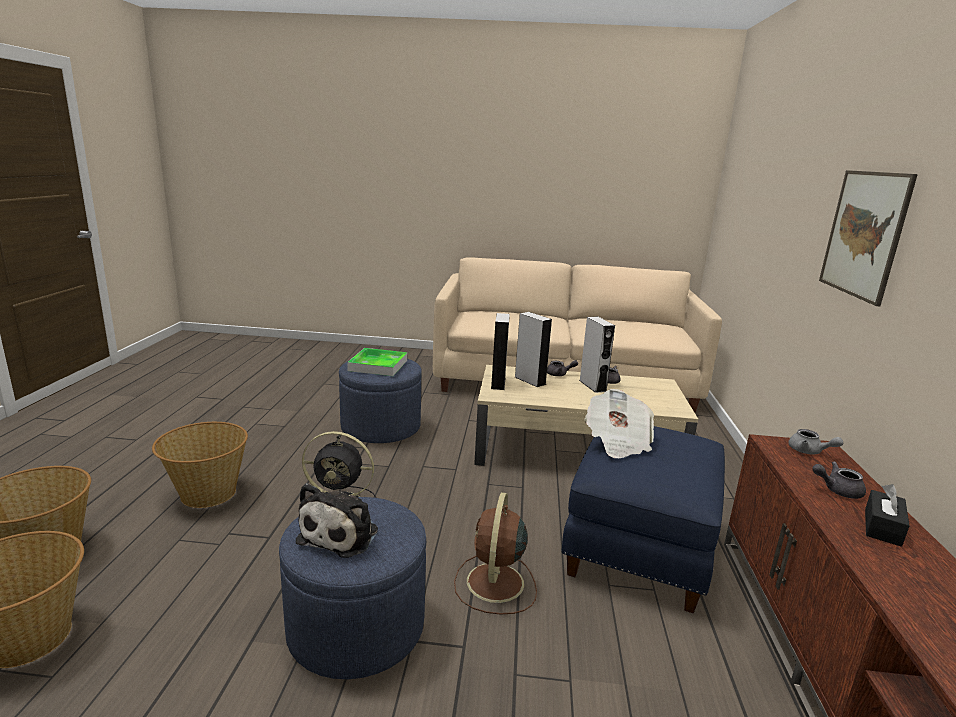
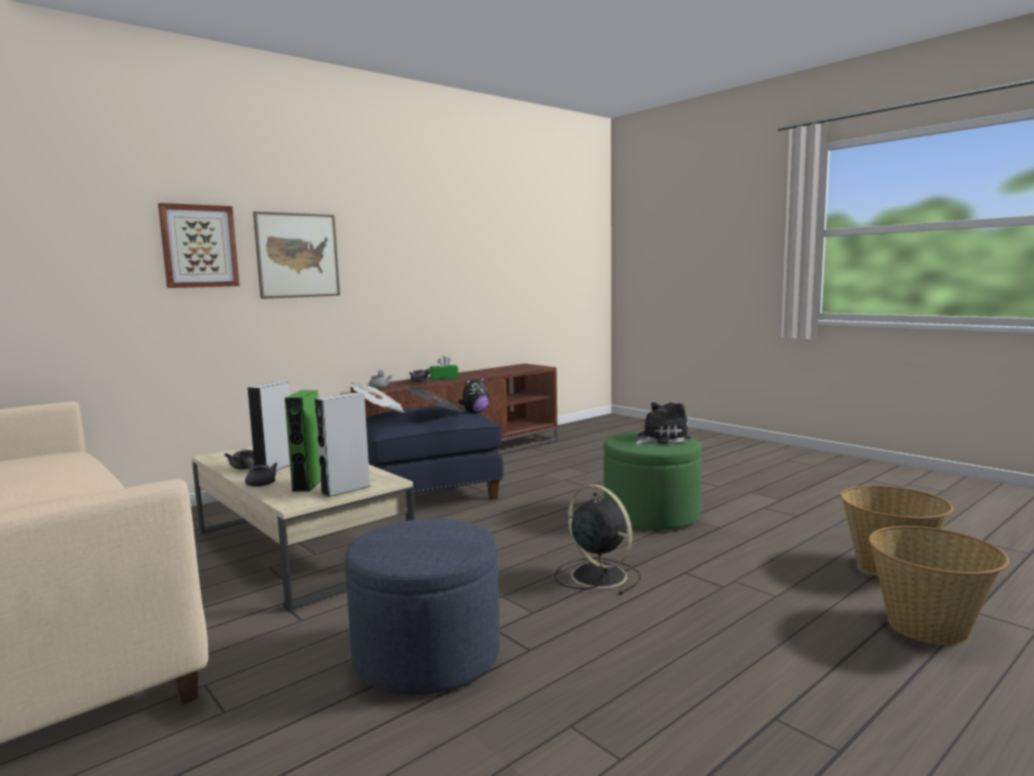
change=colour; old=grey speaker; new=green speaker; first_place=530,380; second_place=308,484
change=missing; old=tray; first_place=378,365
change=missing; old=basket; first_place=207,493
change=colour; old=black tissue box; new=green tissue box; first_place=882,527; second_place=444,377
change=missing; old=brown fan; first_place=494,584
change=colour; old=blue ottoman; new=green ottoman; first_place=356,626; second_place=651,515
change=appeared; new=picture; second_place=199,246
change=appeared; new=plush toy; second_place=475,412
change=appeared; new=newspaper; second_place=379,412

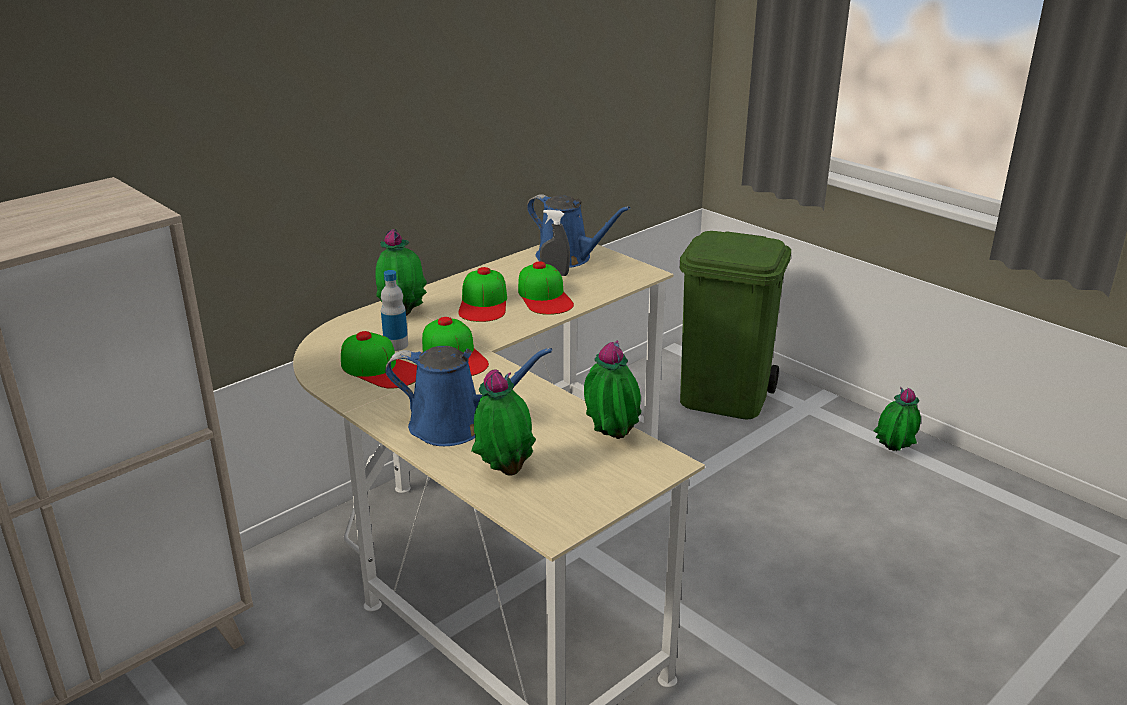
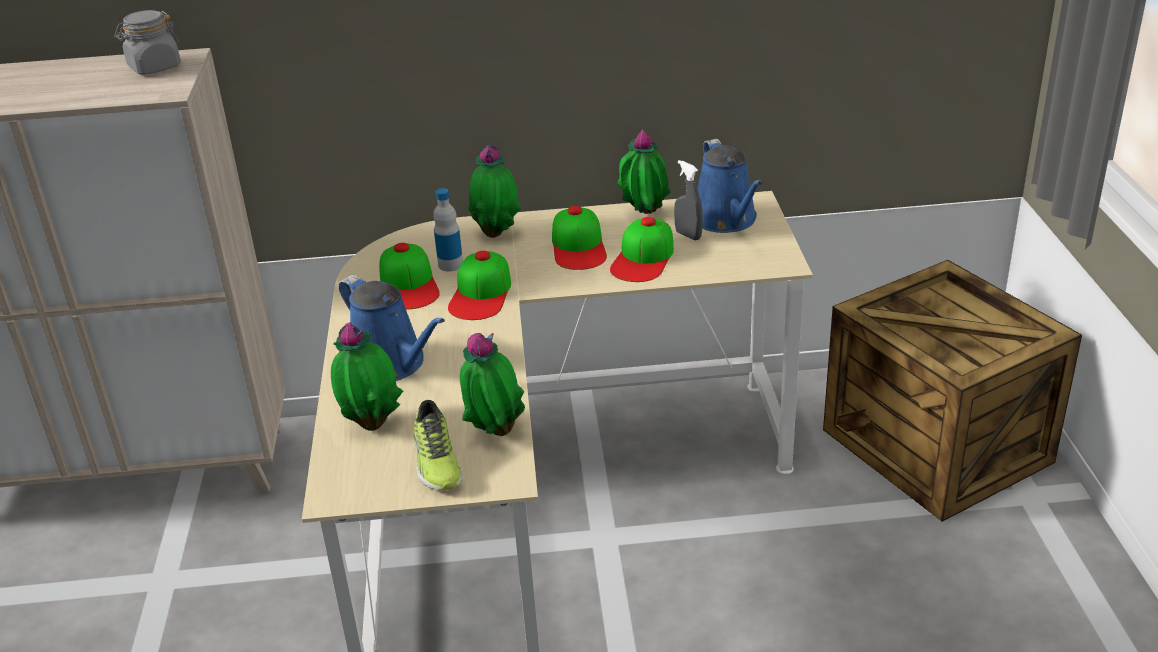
change=exchanged; old=green trash can; new=crate; first_place=725,398; second_place=939,445
change=spun; old=cap; first_place=484,303; second_place=578,246; degrees=-45
change=relocated; old=potted plant; first_place=893,452; second_place=643,215
change=appeared; new=grey jar; second_place=154,67
change=appeared; new=shoe; second_place=436,461

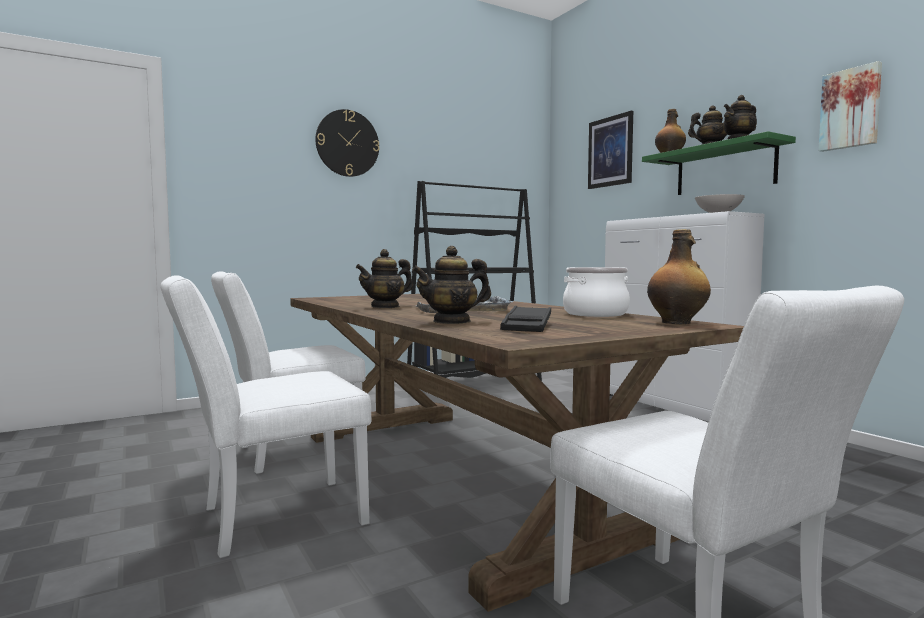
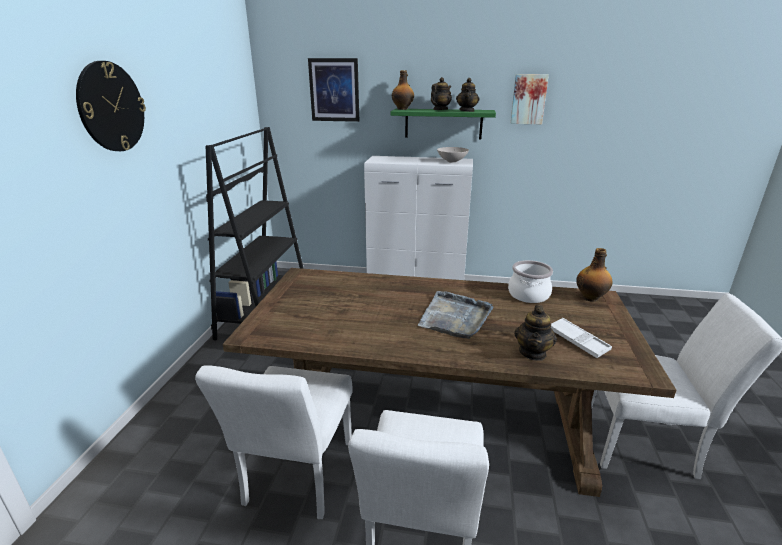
change=missing; old=teapot; first_place=385,307
change=colour; old=black tray; new=white tray; first_place=527,326; second_place=577,341

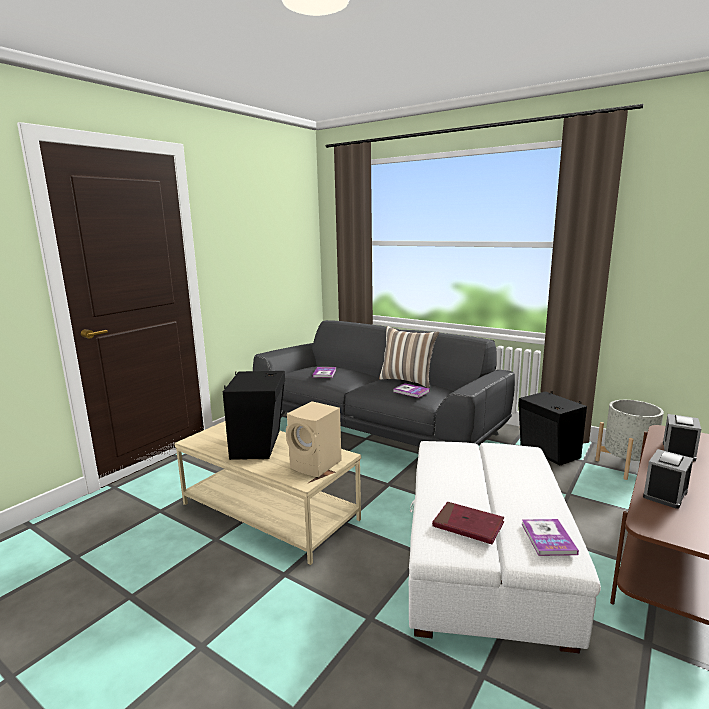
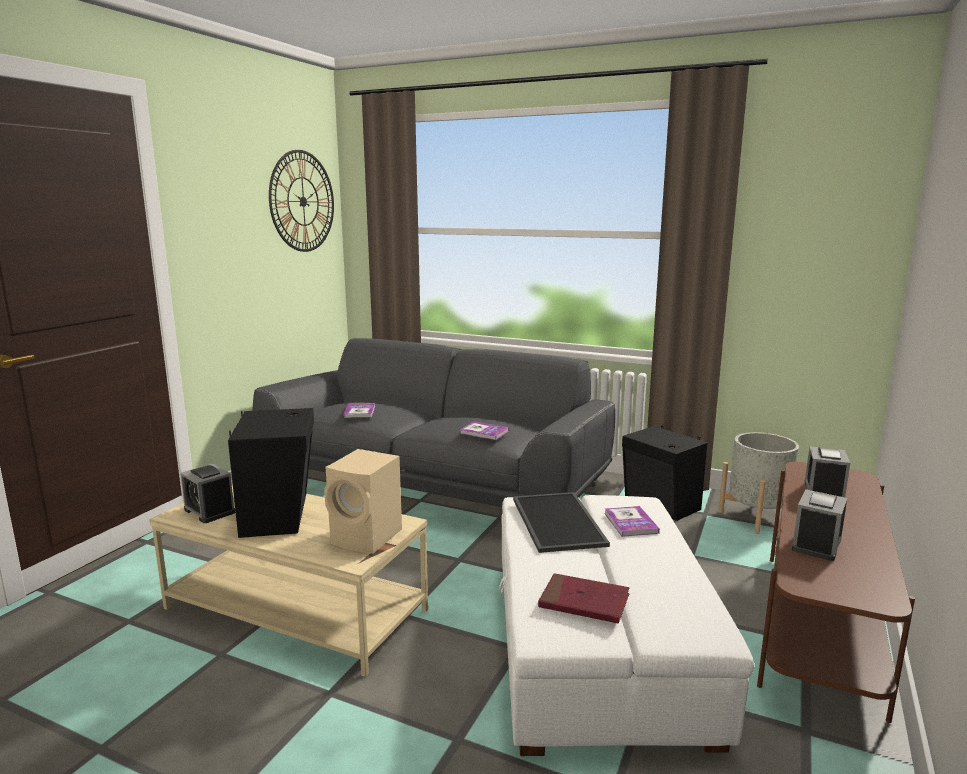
change=missing; old=pillow; first_place=407,380
change=relocated; old=book; first_place=548,538; second_place=630,523
change=appeared; new=wall clock; second_place=303,201
change=appeared; new=alarm clock; second_place=209,511
change=appeared; new=tray; second_place=555,521

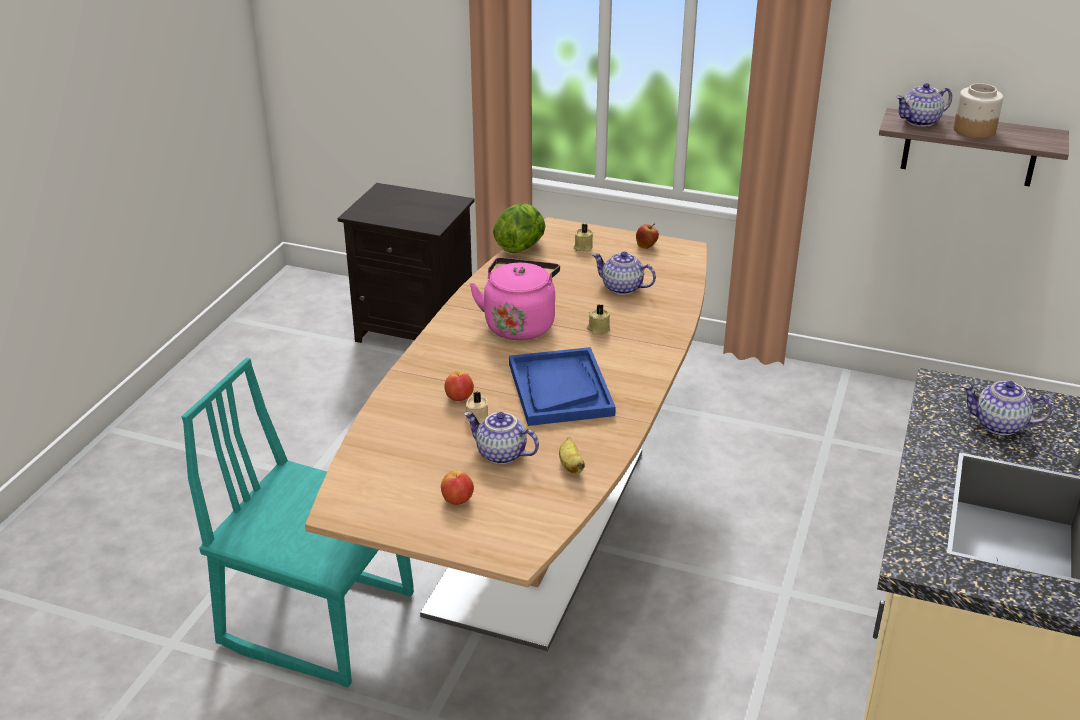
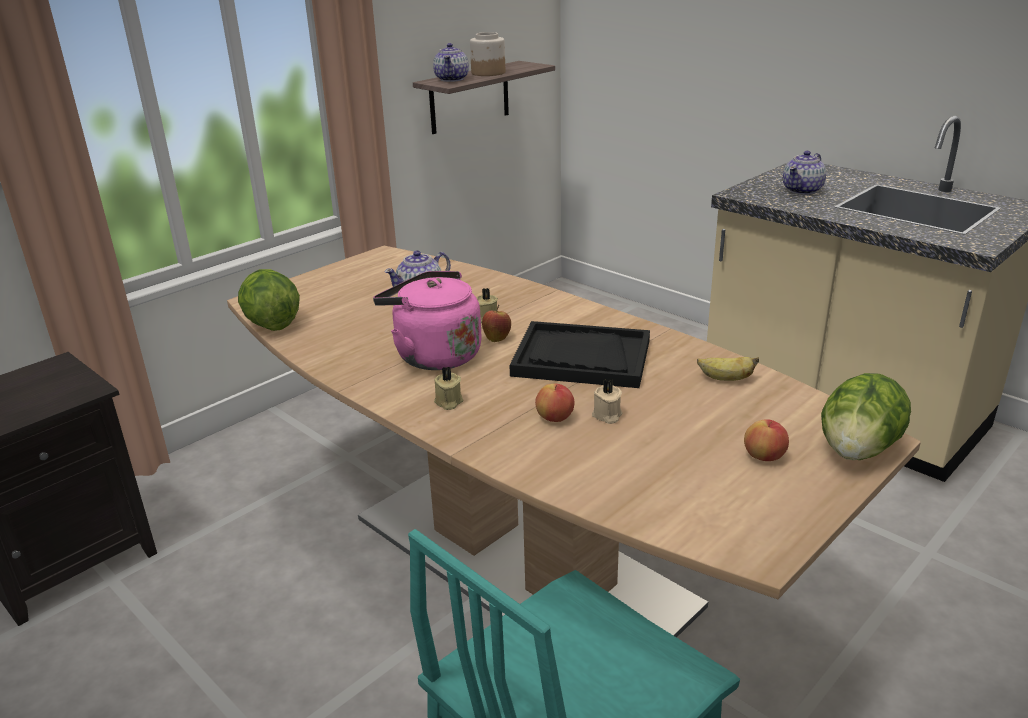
change=relocated; old=beige candle; first_place=582,247; second_place=448,402
change=relocated; old=apple; first_place=646,246; second_place=497,338
change=colour; old=blue tray; new=black tray; first_place=560,389; second_place=581,358
change=missing; old=teapot; first_place=500,454
change=appeared; new=lettuce; second_place=858,450

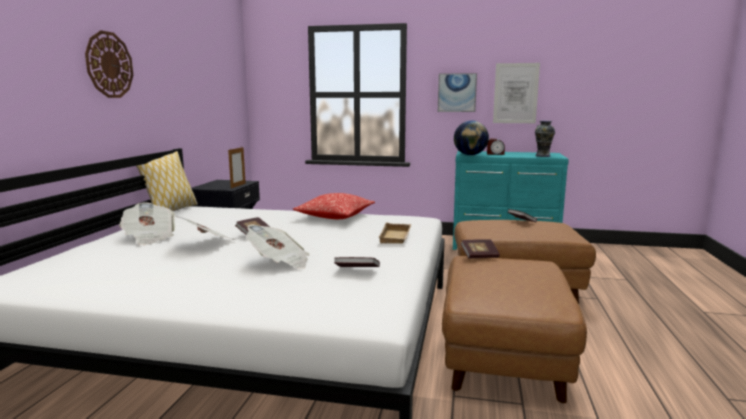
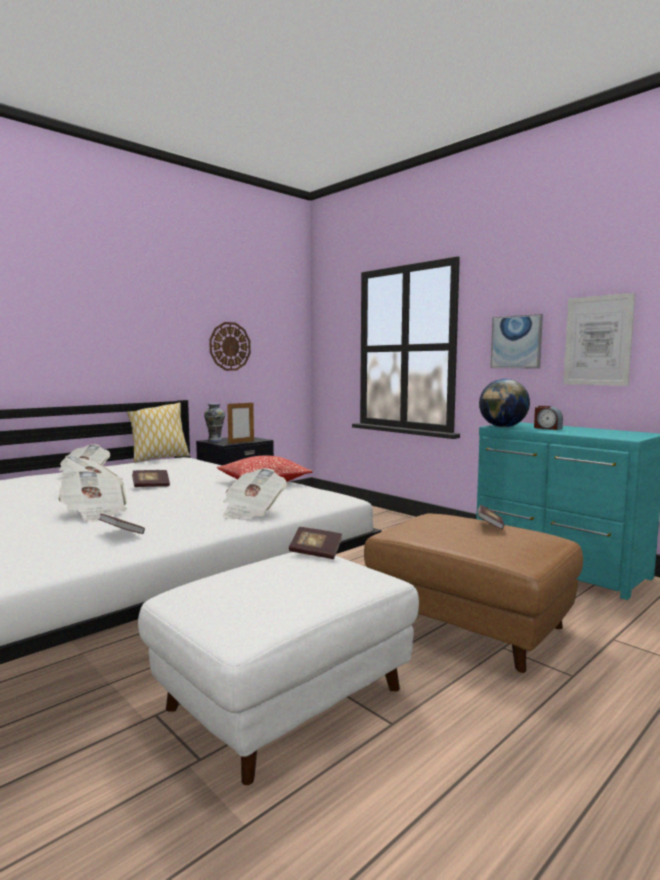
change=relocated; old=wall clock; first_place=109,65; second_place=230,346
change=relocated; old=vase; first_place=542,156; second_place=215,440
change=exchanged; old=beige tray; new=newspaper; first_place=396,237; second_place=252,511
change=colour; old=brown ottoman; new=white ottoman; first_place=502,357; second_place=285,697

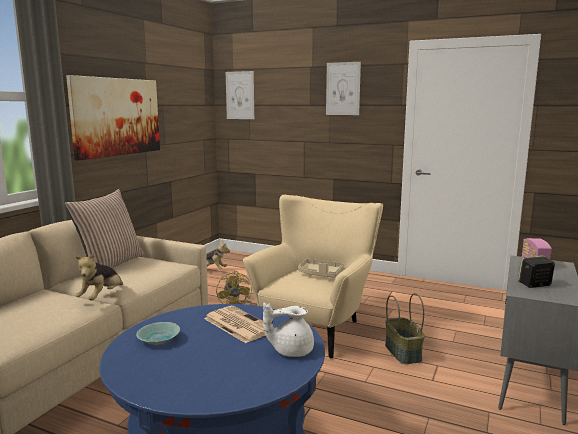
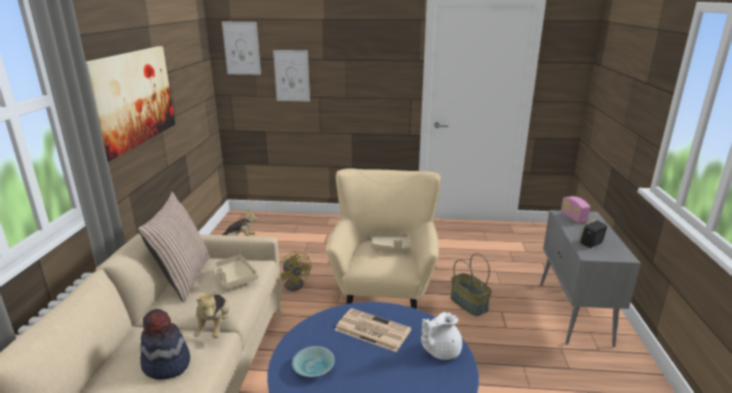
change=relocated; old=picture; first_place=343,88; second_place=292,76
change=appeared; new=beige tray; second_place=234,278
change=appeared; new=hat; second_place=166,364

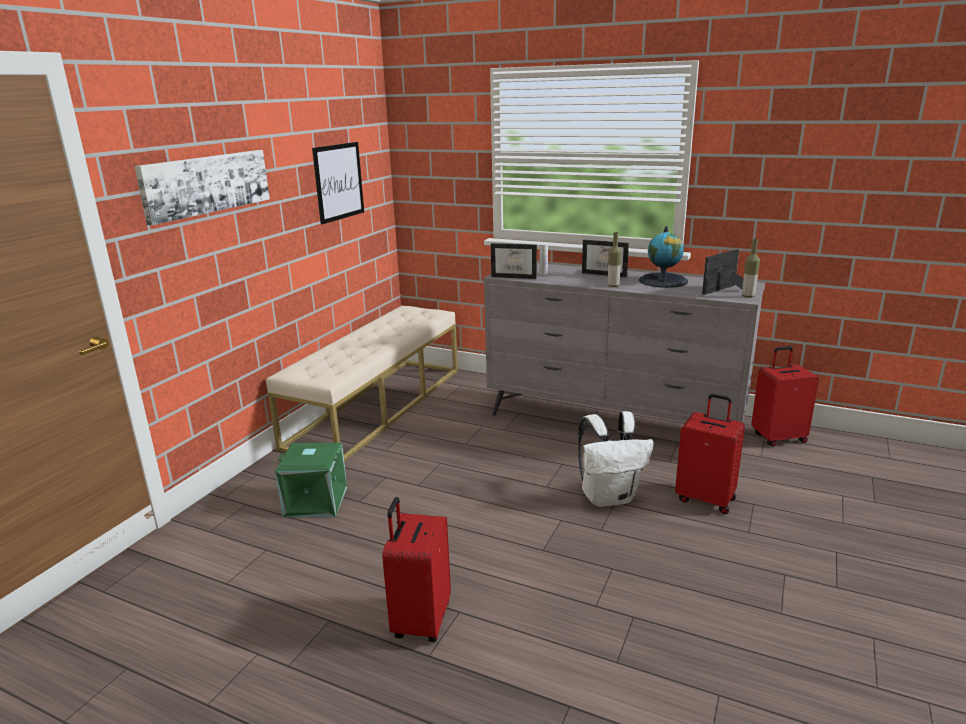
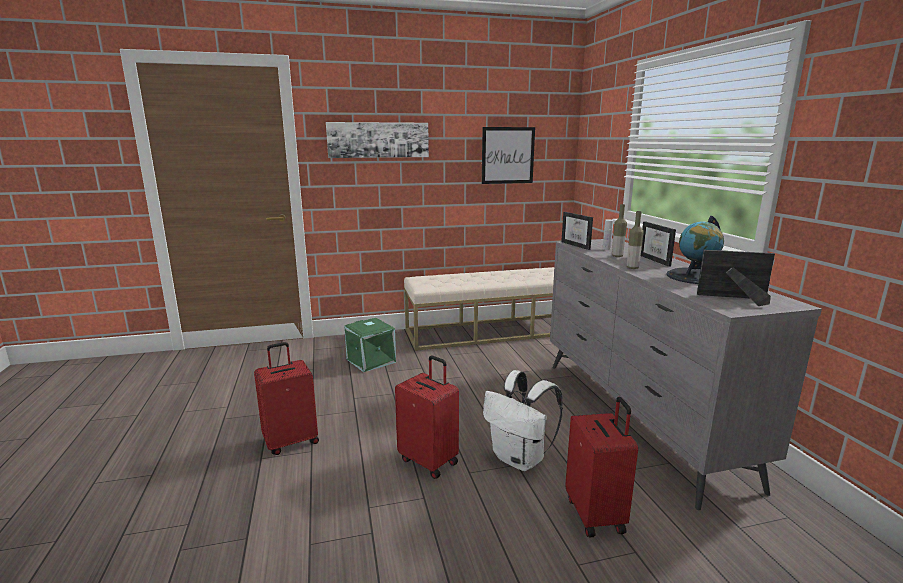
change=relocated; old=bottle; first_place=748,296; second_place=617,256
change=relocated; old=red suitcase; first_place=778,437; second_place=429,460

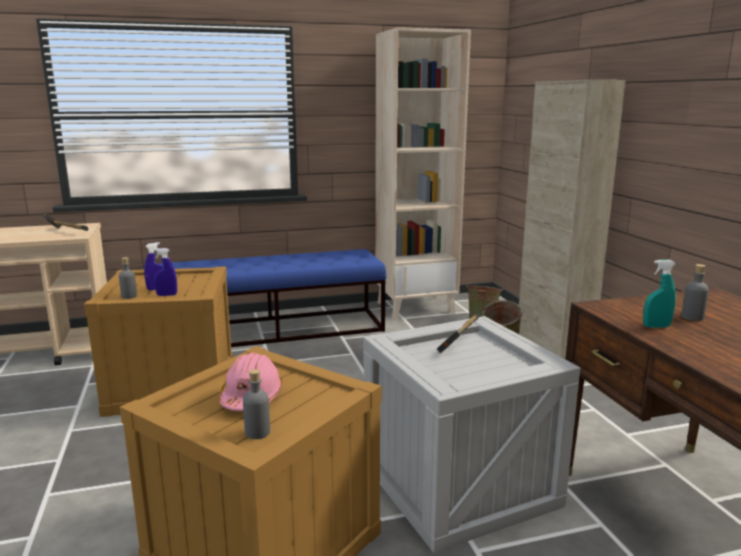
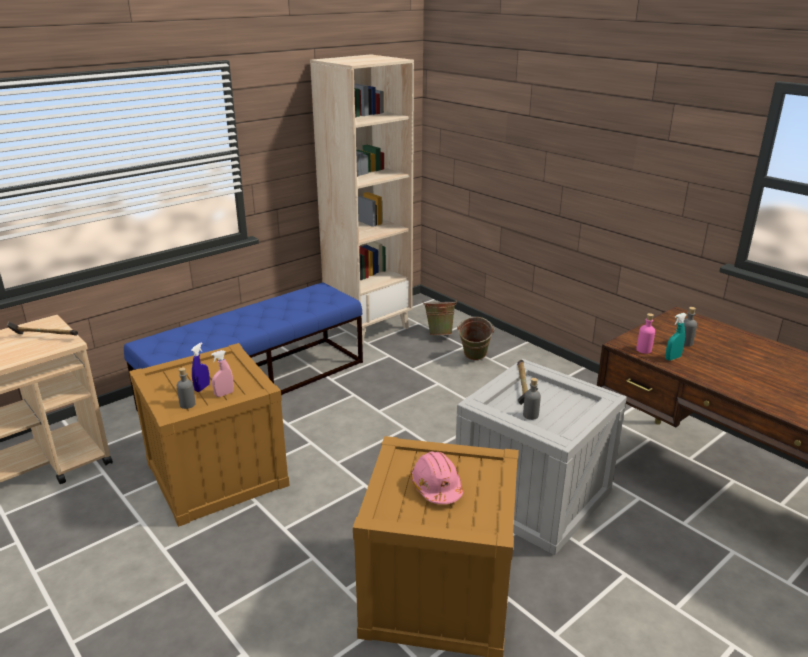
change=missing; old=beige cabinet; first_place=552,347
change=colour; old=blue spray bottle; new=pink spray bottle; first_place=167,295; second_place=224,394
change=relocated; old=grey bottle; first_place=257,432; second_place=530,415
change=appeared; new=pink bottle; second_place=643,350

